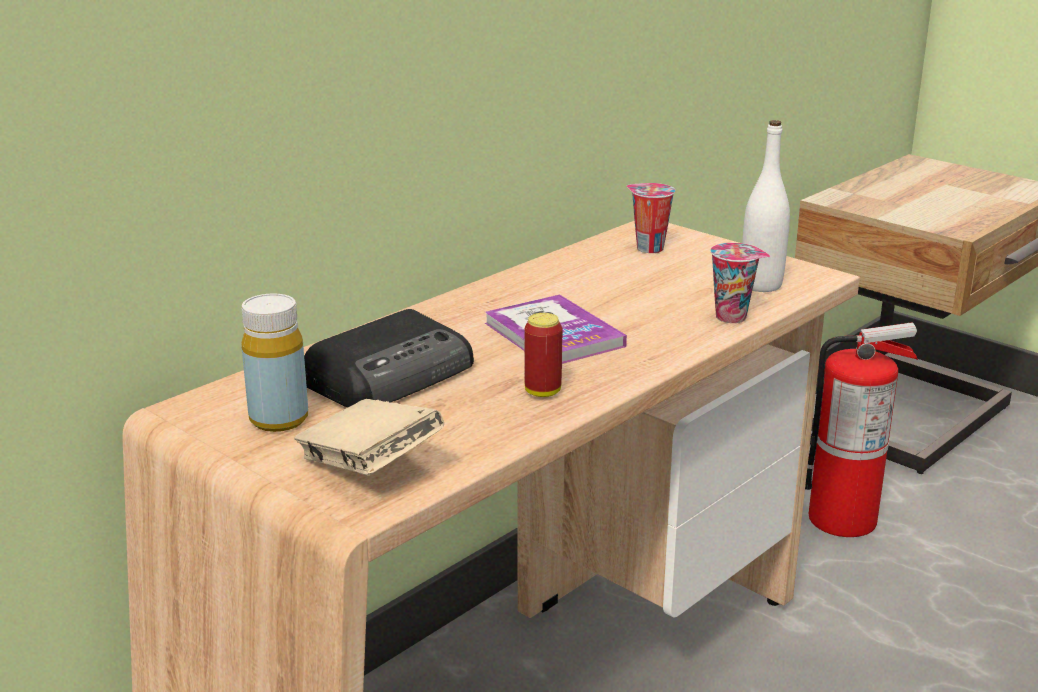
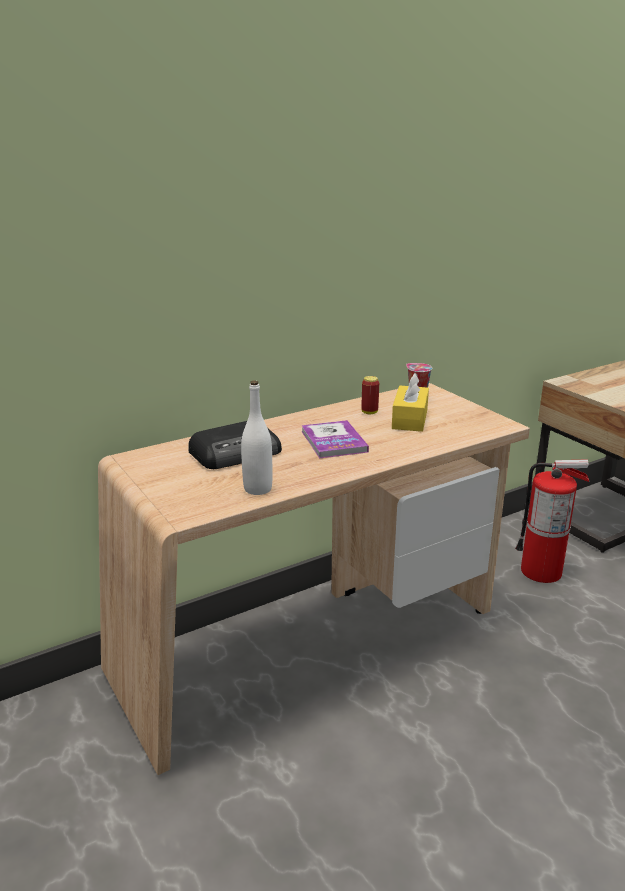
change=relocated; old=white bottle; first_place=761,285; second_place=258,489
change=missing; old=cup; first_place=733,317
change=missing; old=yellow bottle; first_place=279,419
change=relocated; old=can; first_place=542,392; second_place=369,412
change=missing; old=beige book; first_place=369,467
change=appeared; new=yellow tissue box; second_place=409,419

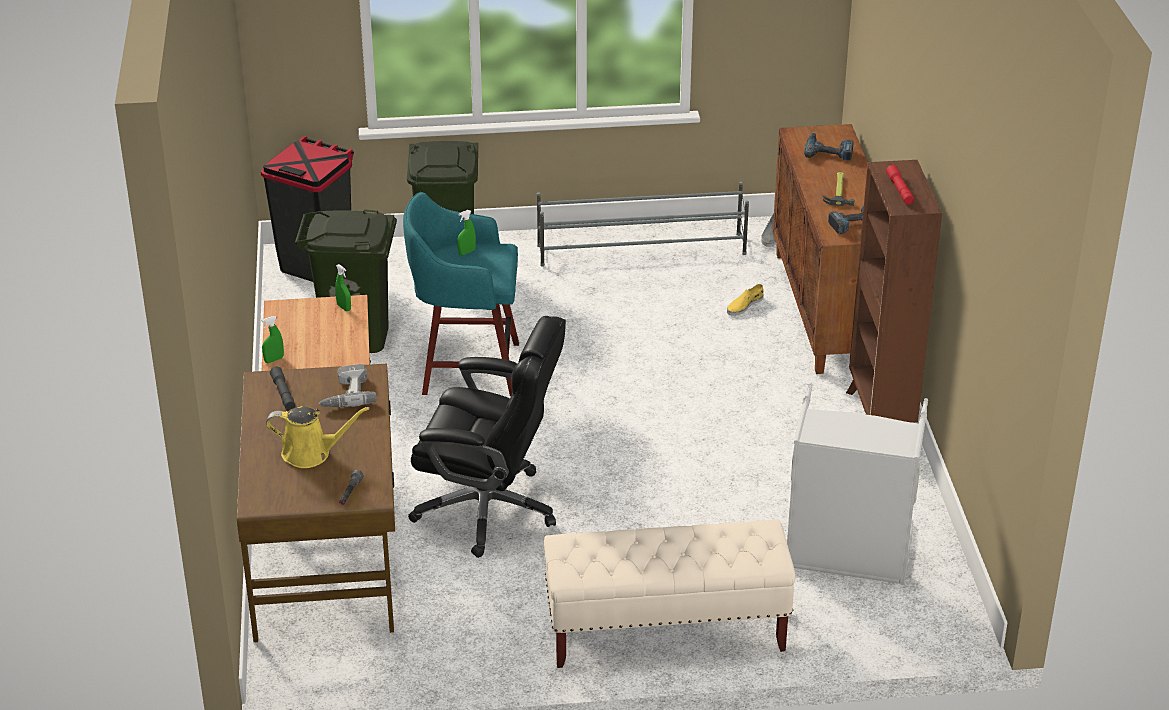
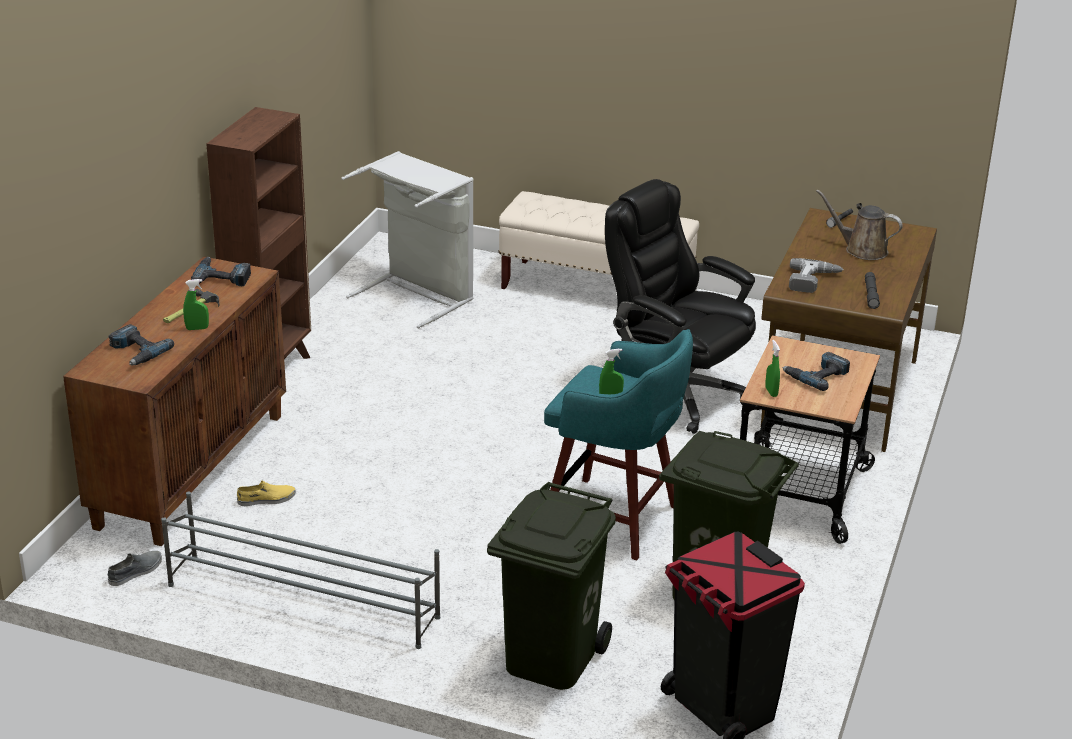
change=missing; old=red flashlight; first_place=899,190
change=relocated; old=green spray bottle; first_place=274,360; second_place=197,328
change=colour; old=yellow watering can; new=brown watering can; first_place=311,453; second_place=862,250
change=appeared; new=power drill; second_place=816,375

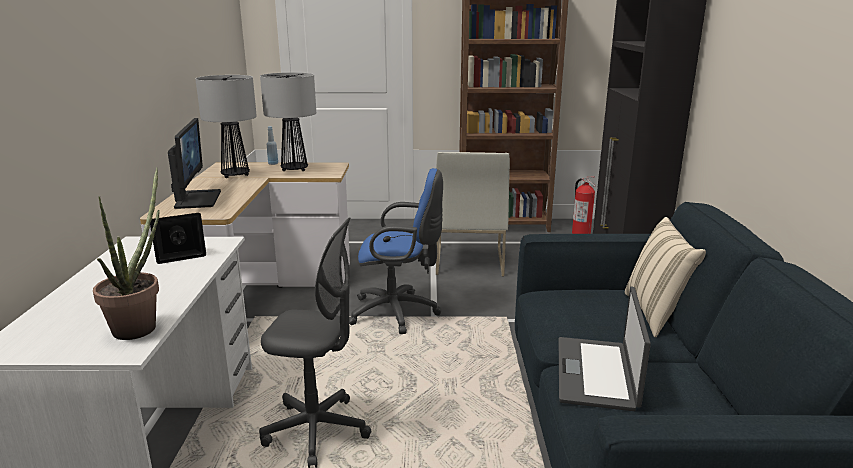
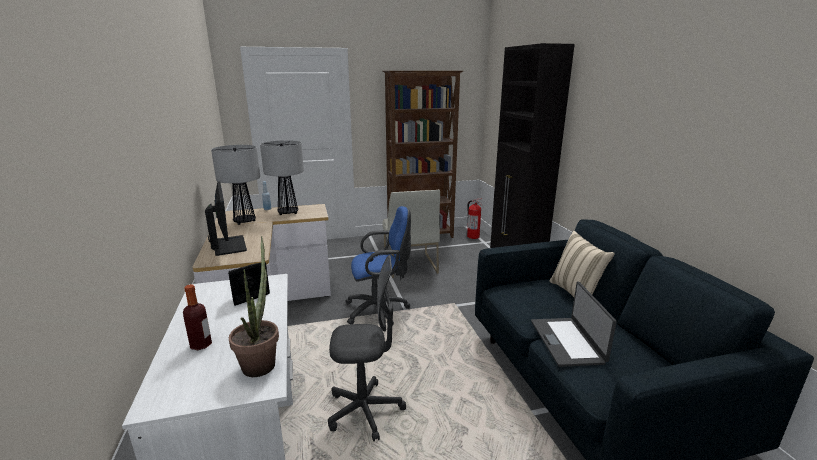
change=appeared; new=bottle; second_place=201,345

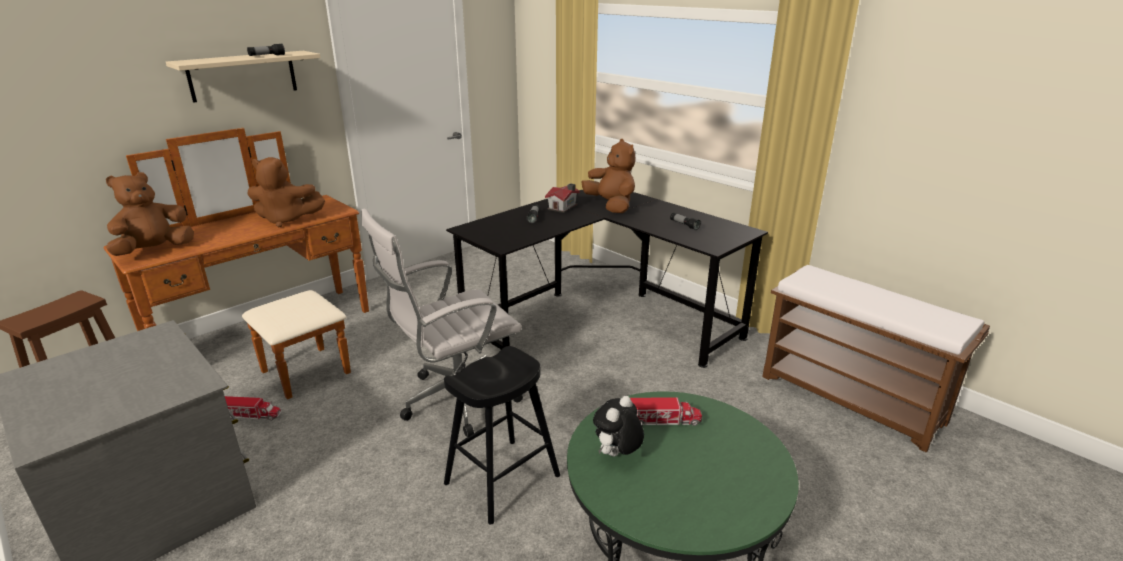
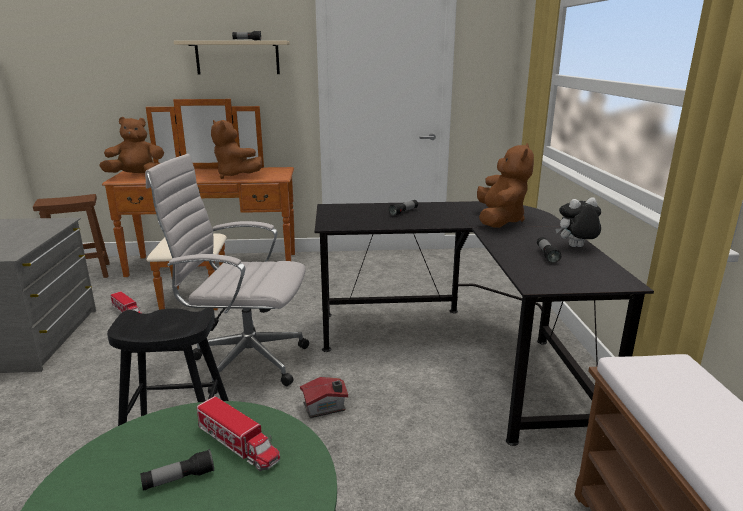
change=relocated; old=toy house; first_place=563,207; second_place=325,407
change=relocated; old=plush toy; first_place=617,455; second_place=576,247
change=appeared; new=flashlight; second_place=179,479

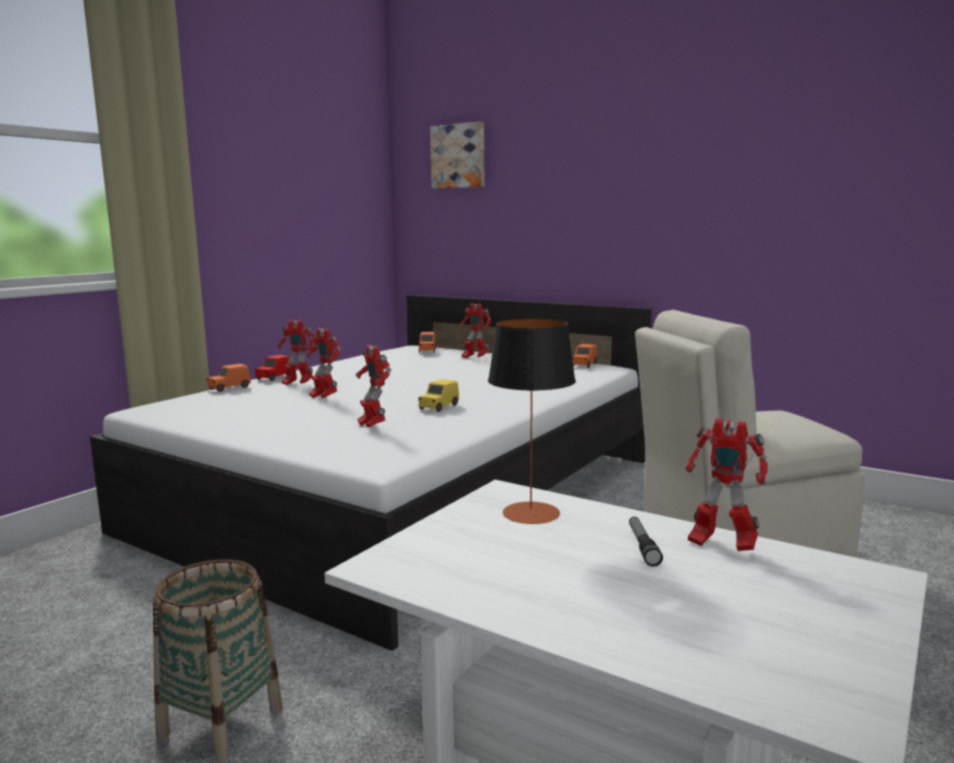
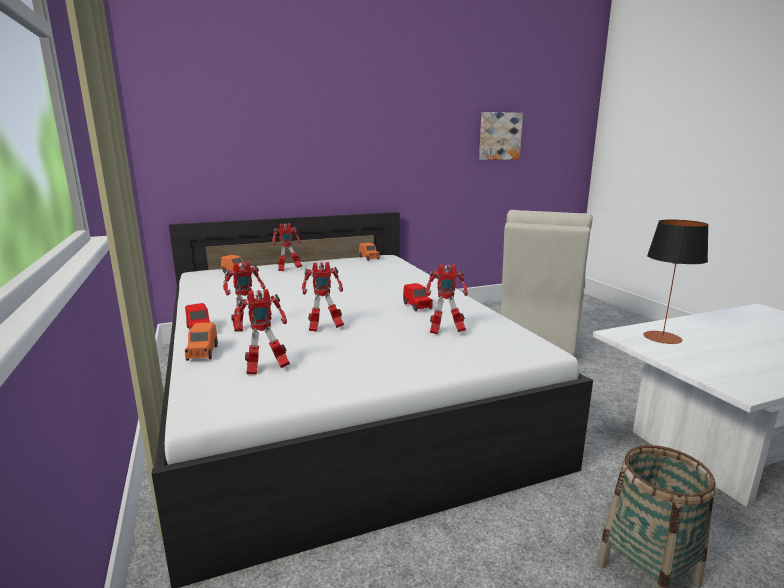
change=relocated; old=picture; first_place=459,156; second_place=499,136
change=colour; old=yellow toy car; new=red toy car; first_place=438,407; second_place=417,306
change=relocated; old=toy robot; first_place=720,545; second_place=265,369
change=missing; old=flashlight; first_place=643,546

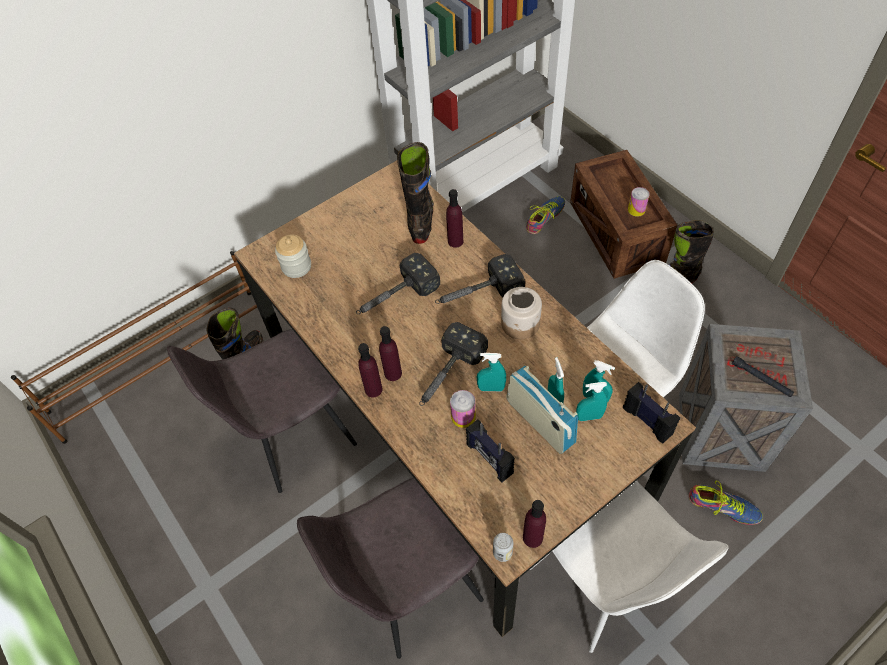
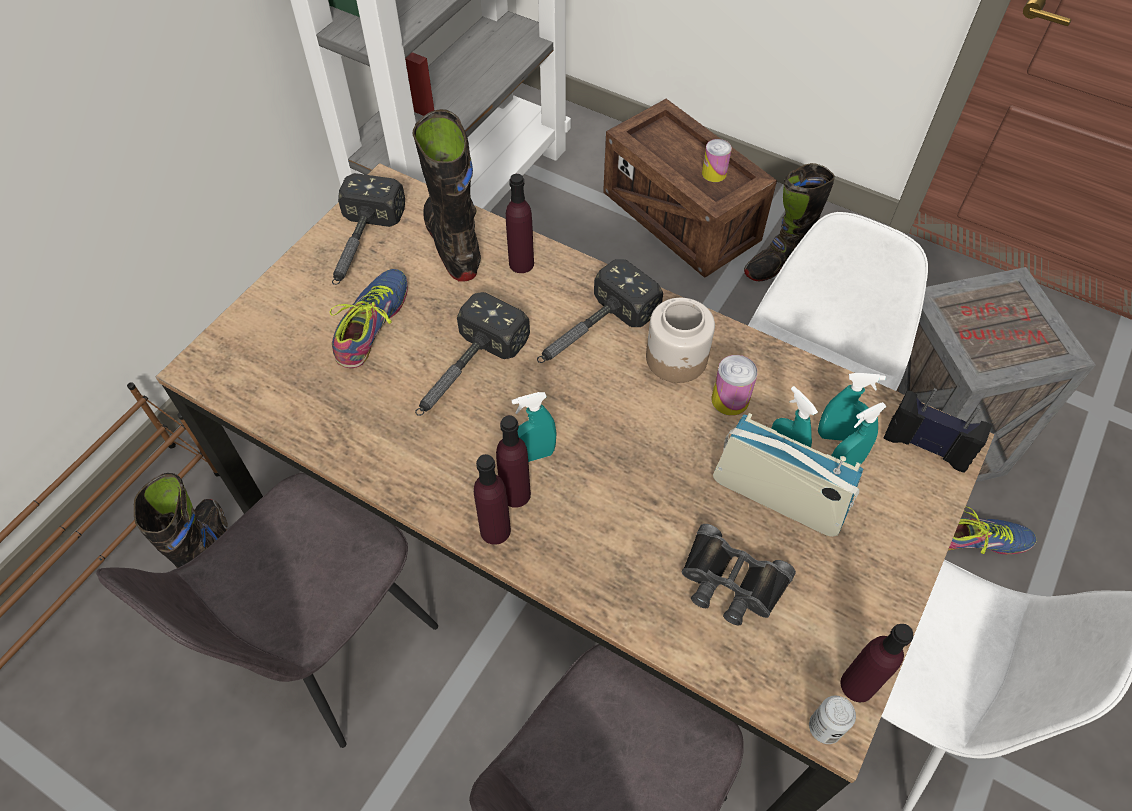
change=relocated; old=shoe; first_place=544,217; second_place=372,324
change=missing; old=jar; first_place=296,266
change=relocated; old=hammer; first_place=447,375; second_place=360,247
change=relocated; old=turquoise spray bottle; first_place=491,388; second_place=533,455
change=missing; old=black flashlight; first_place=761,379
change=relocated; old=can; first_place=463,416; second_place=730,399
change=exchanged; old=radio; new=black binoculars; first_place=489,459; second_place=730,582

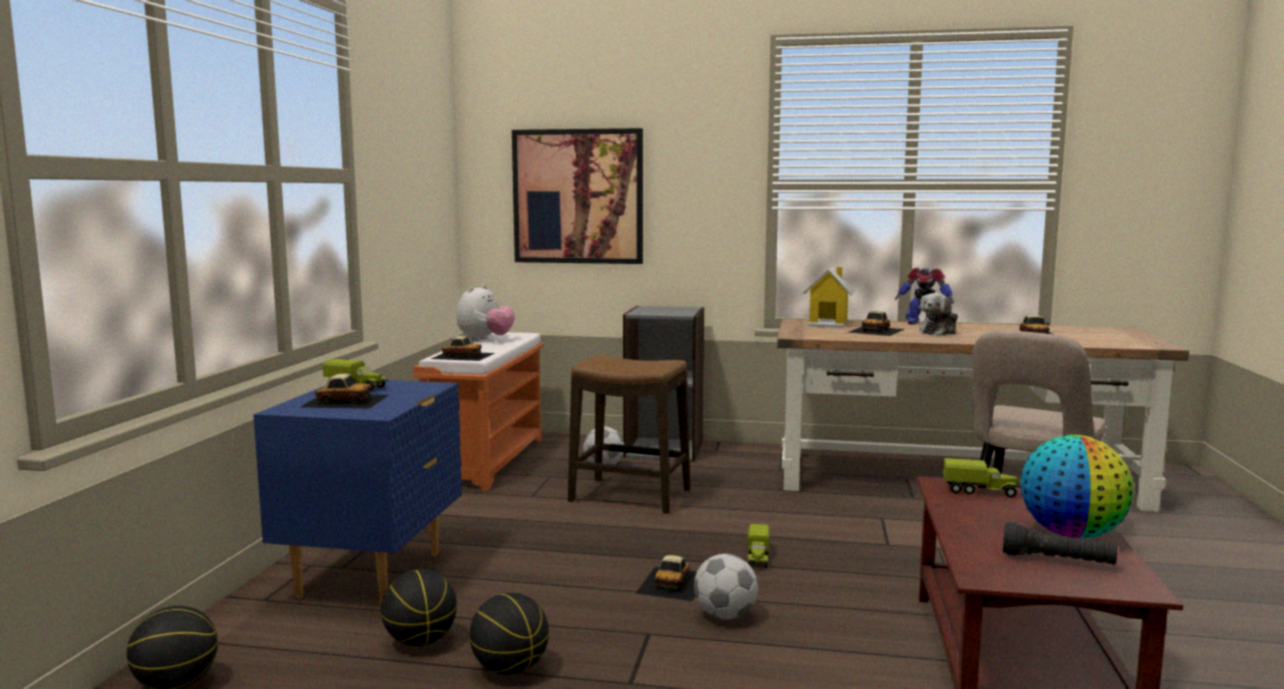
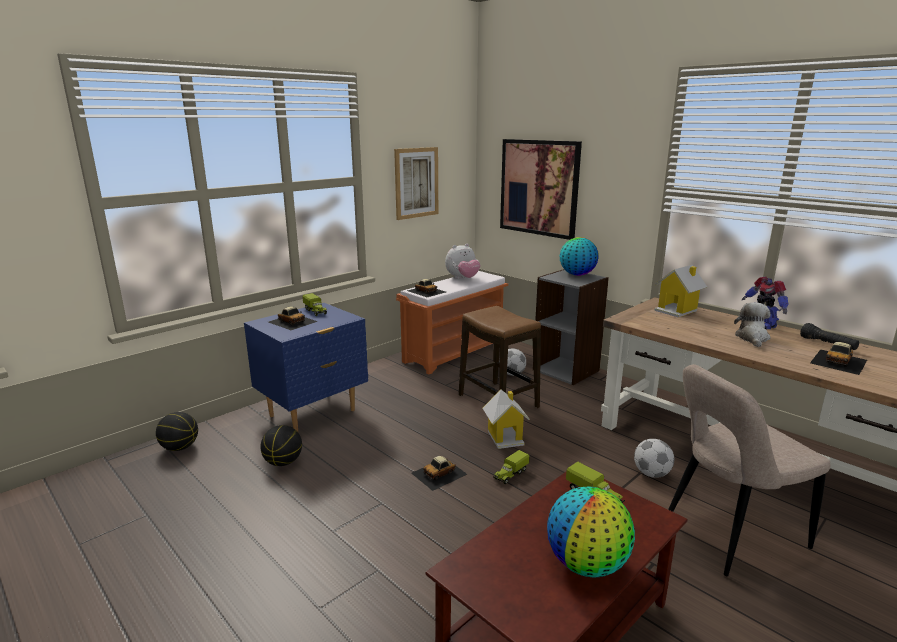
change=spun; old=plush toy; first_place=939,332; second_place=752,338; degrees=120
change=missing; old=toy car; first_place=876,330
change=relocated; old=black flashlight; first_place=1057,561; second_place=827,344
change=relocated; old=football; first_place=725,616; second_place=651,474
change=missing; old=basketball; first_place=510,669
change=appeared; new=picture; second_place=416,183
change=appeared; new=globe; second_place=577,275
change=appeared; new=toy house; second_place=505,437

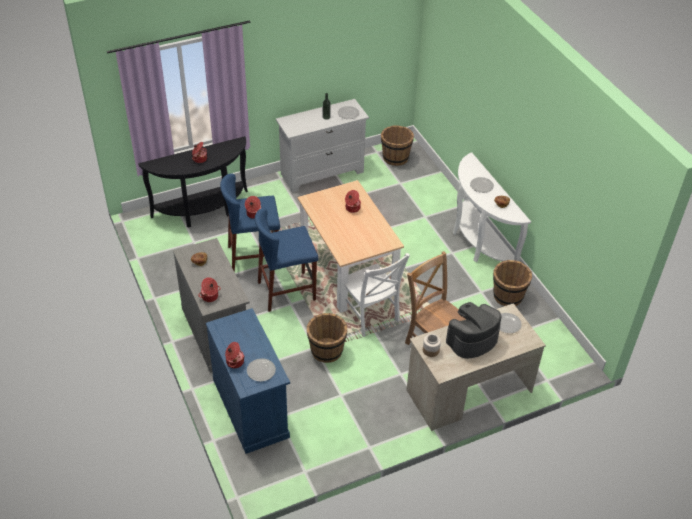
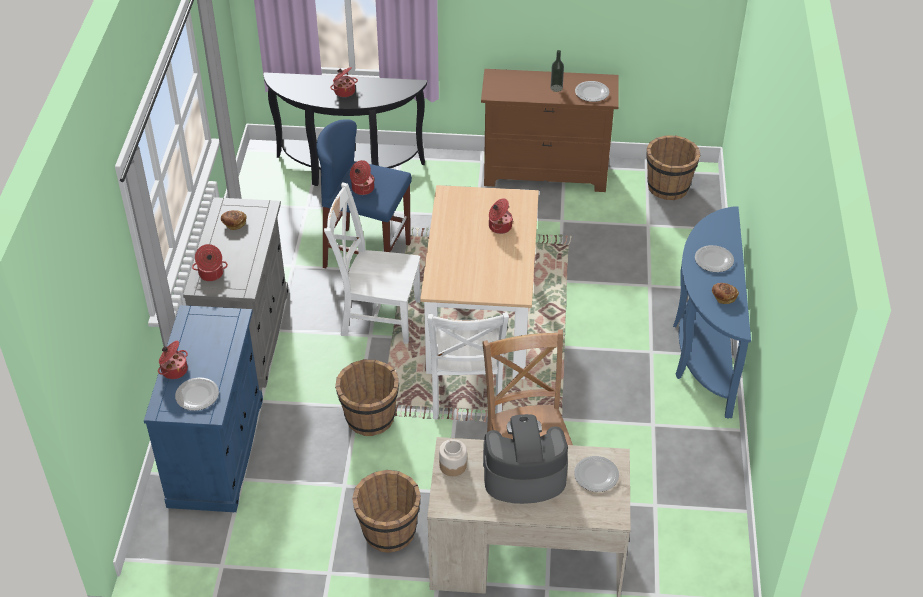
change=colour; old=white dresser; new=brown dresser; first_place=322,173; second_place=546,173
change=colour; old=white console table; new=blue console table; first_place=478,242; second_place=702,351
change=exchanged; old=blue stool; new=white chair; first_place=286,291; second_place=377,316
change=relocated; old=brown bucket; first_place=508,296; second_place=388,532

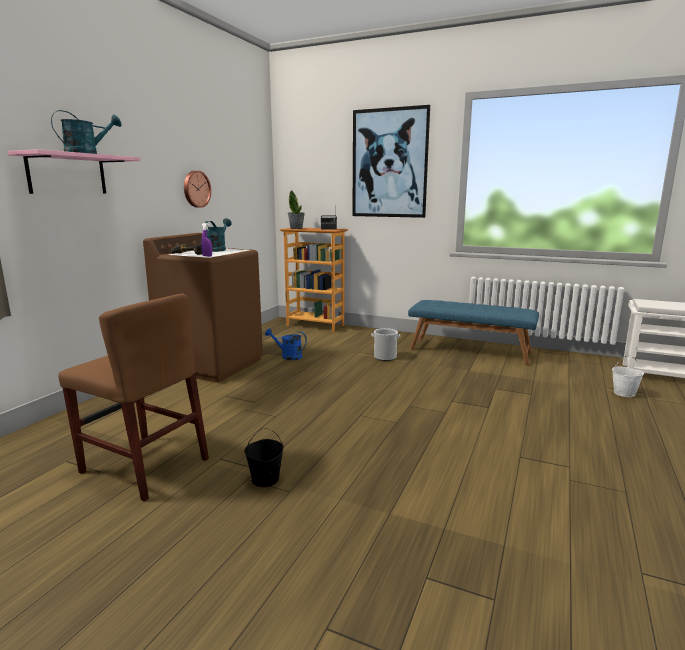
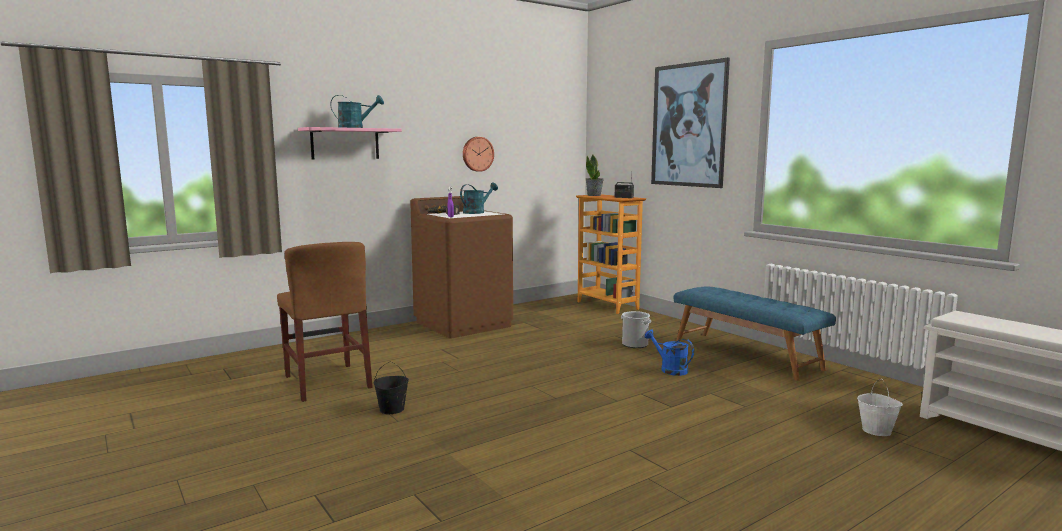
change=relocated; old=blue watering can; first_place=288,356; second_place=669,369

